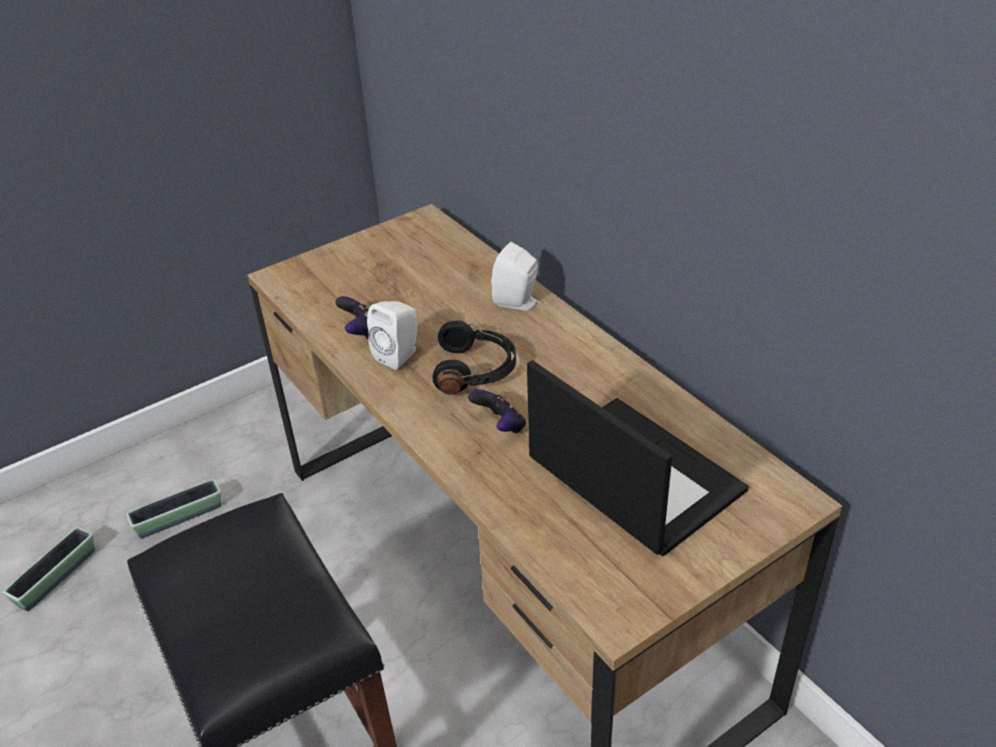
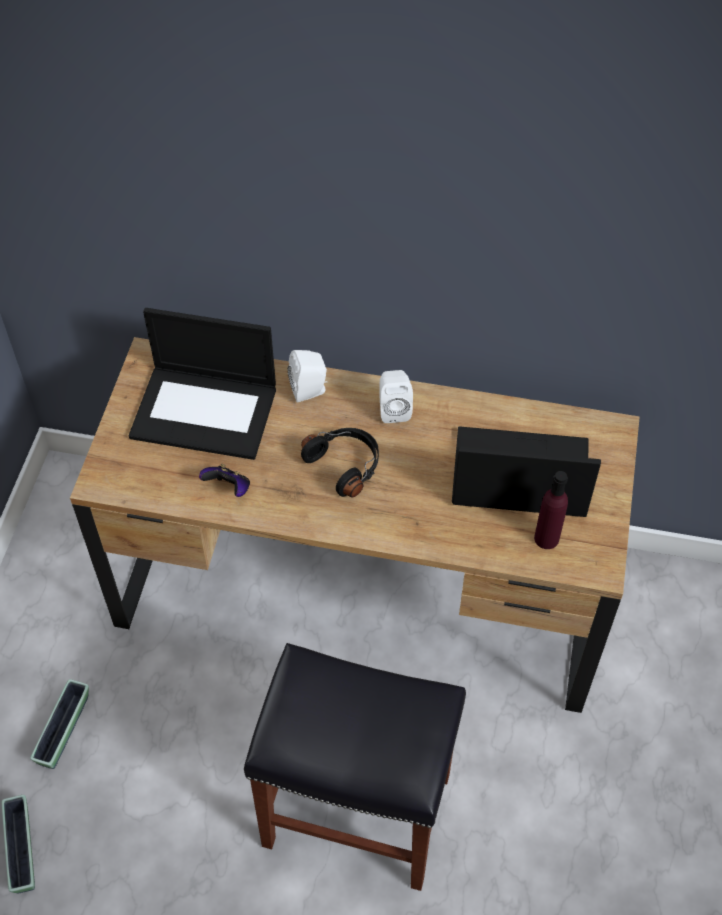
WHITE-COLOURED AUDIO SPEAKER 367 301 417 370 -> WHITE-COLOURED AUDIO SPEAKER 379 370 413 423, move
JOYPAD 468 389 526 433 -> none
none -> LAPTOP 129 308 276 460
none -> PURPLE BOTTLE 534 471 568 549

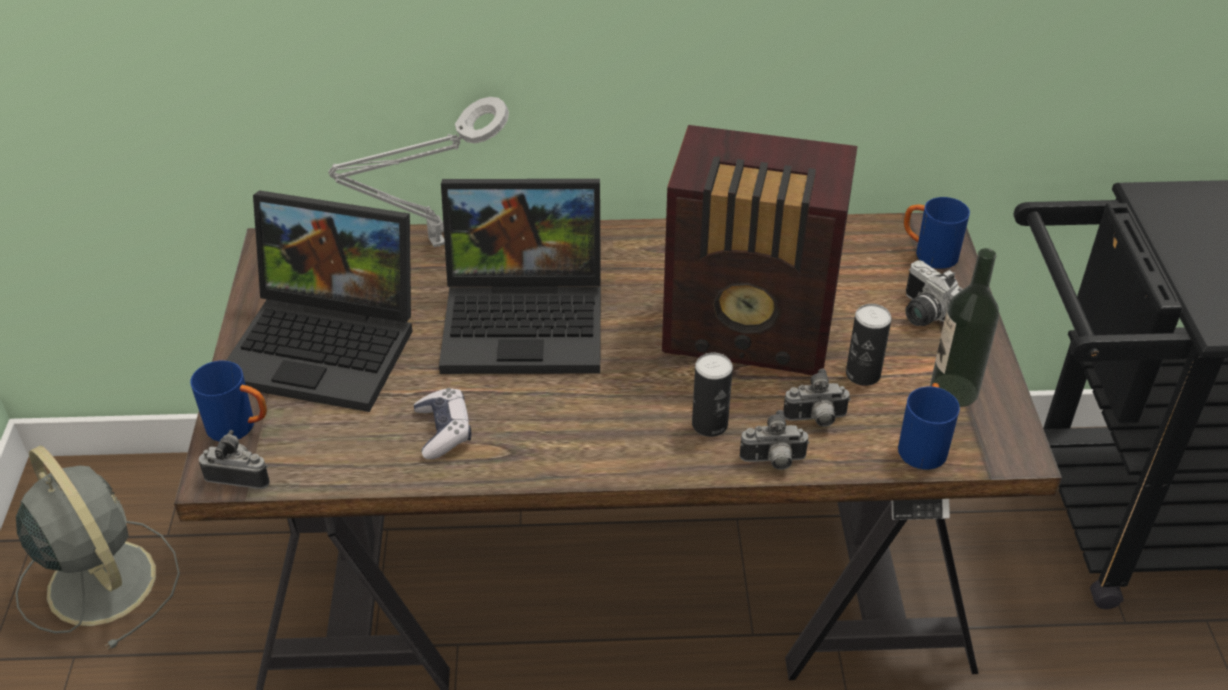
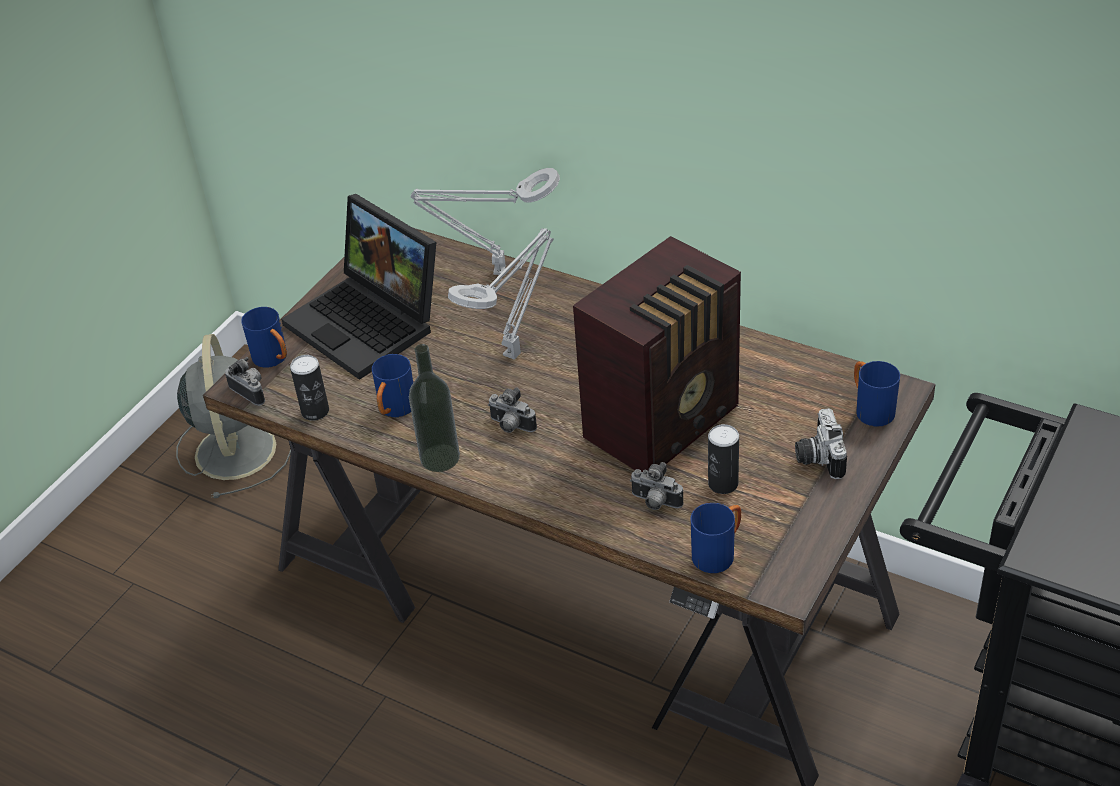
RADIO 662 125 858 376 -> RADIO 573 236 741 472, 90 degrees counterclockwise
LAPTOP 439 179 601 374 -> GRAY TABLETOP LAMP 448 228 554 360
BOTTLE 930 248 999 407 -> BOTTLE 409 344 460 472, move
SEALED CAN 692 352 733 437 -> SEALED CAN 290 355 329 421, move
JOYPAD 414 388 472 459 -> BLUISH COFFEE MUG 372 354 413 417
STILL CAMERA 740 410 809 470 -> STILL CAMERA 488 387 537 433, move

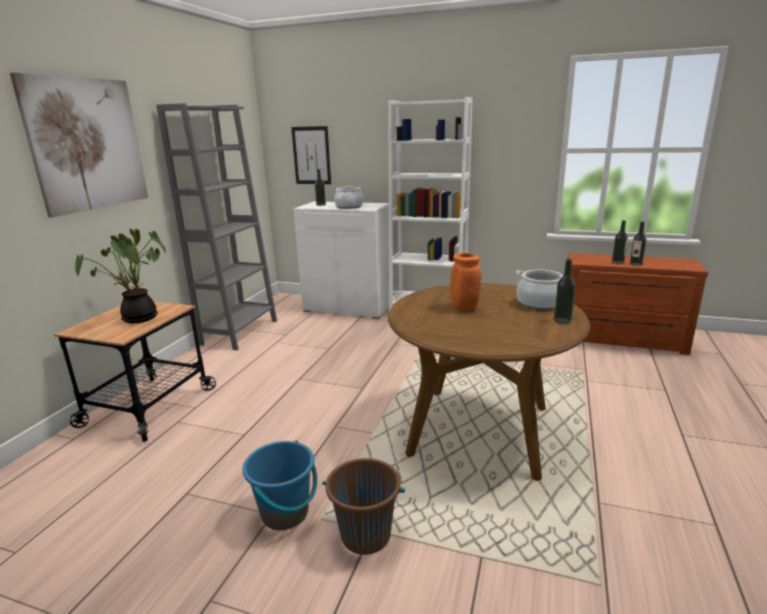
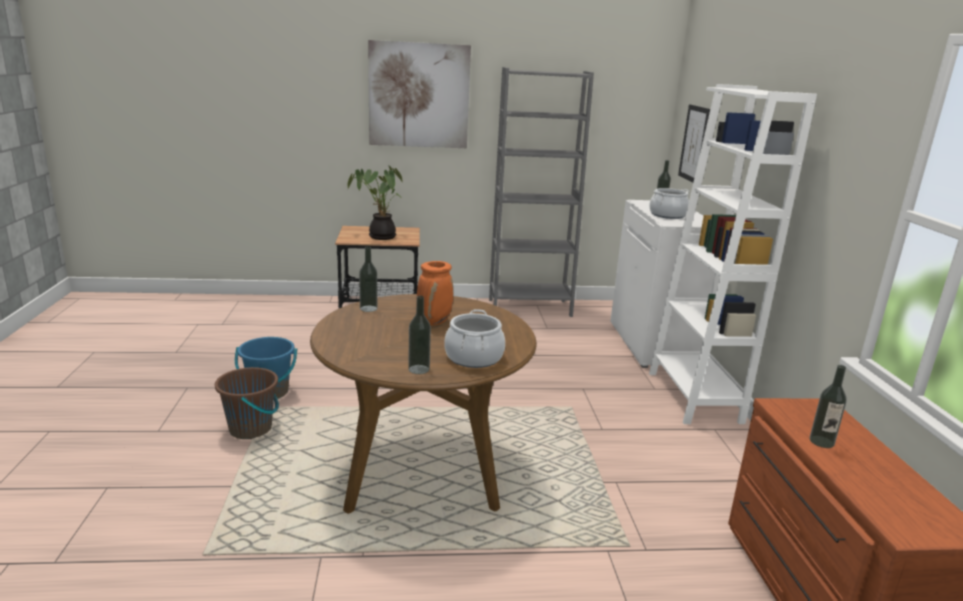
BOTTLE 630 222 647 266 -> BOTTLE 359 246 378 312, move

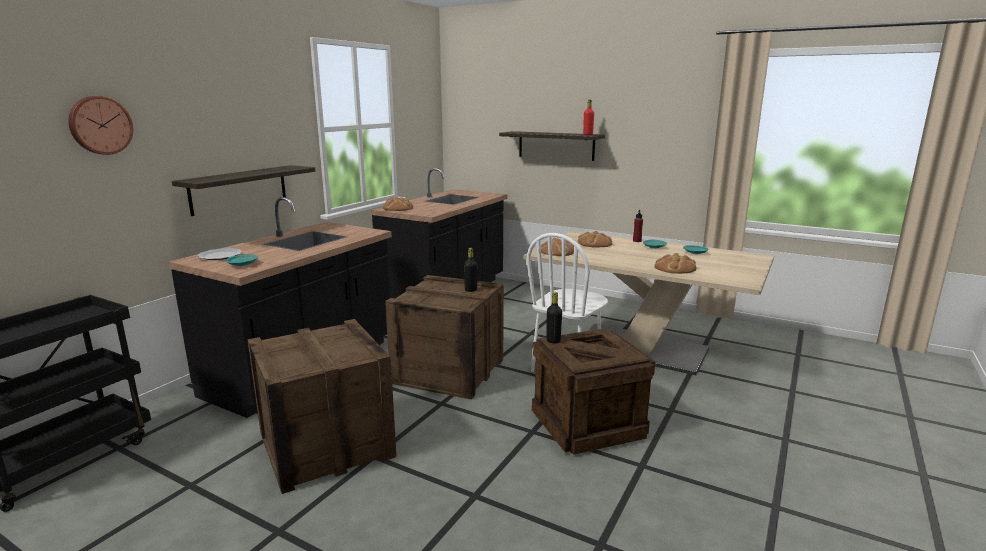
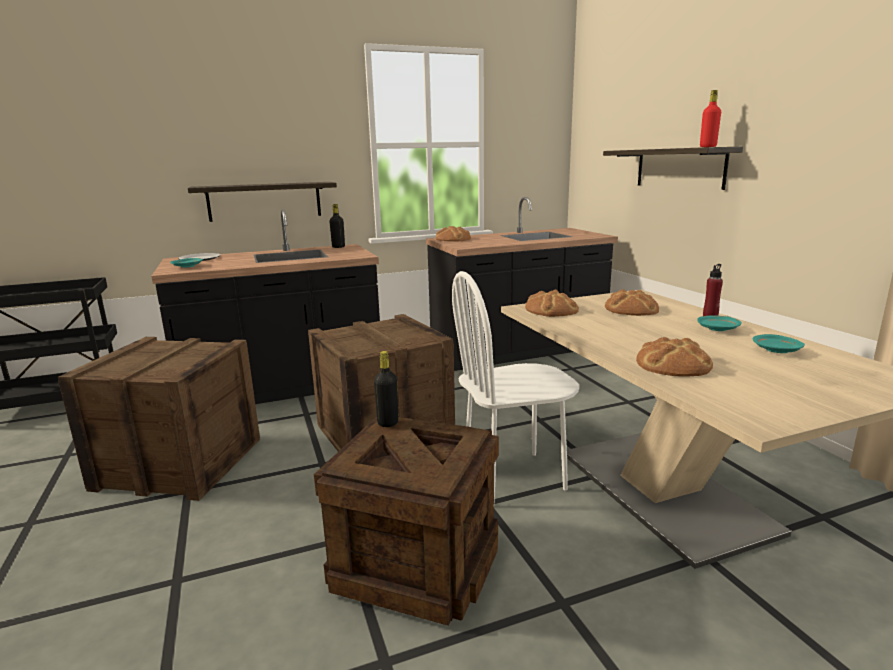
CLOCK ON THE WALL 68 96 133 155 -> none
BLACK BOTTLE 464 248 477 292 -> BLACK BOTTLE 329 204 345 248, move

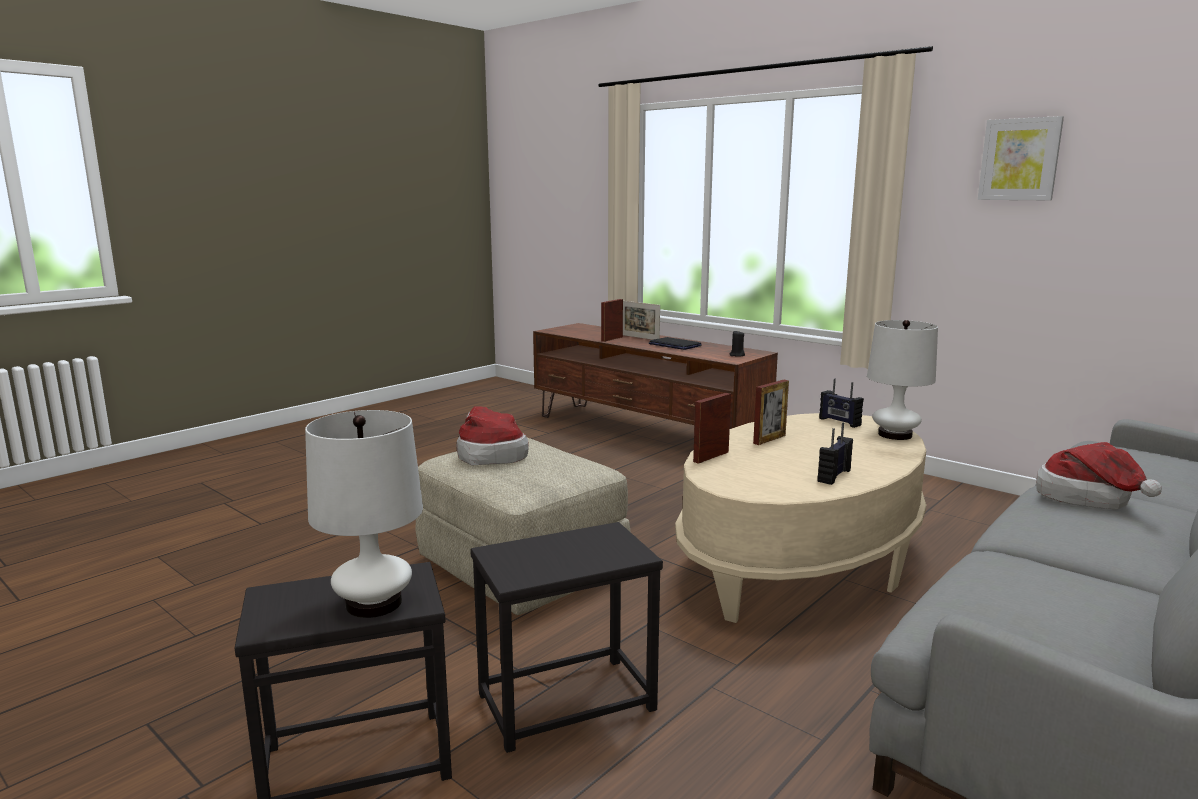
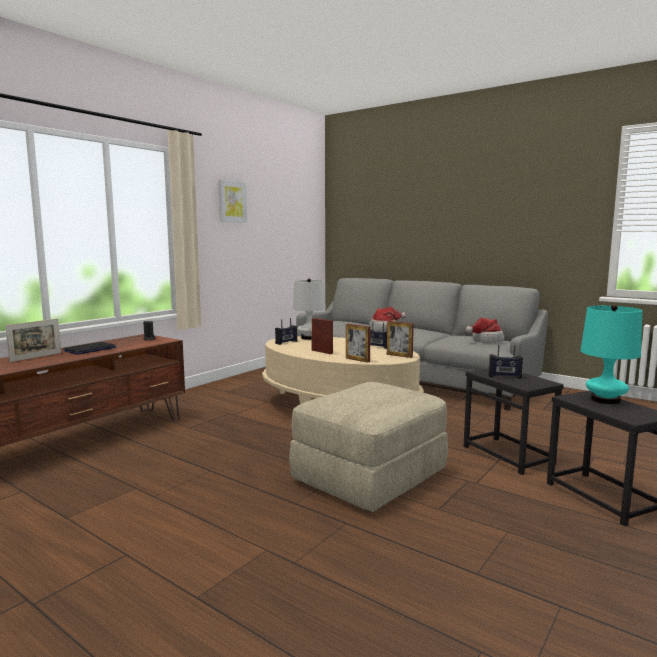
STANDING FRAME 601 299 623 342 -> STANDING FRAME 387 321 414 358, move
WEARABLE HAT 457 406 529 465 -> WEARABLE HAT 465 318 504 343, move
WHITE-COLOURED TABLETOP LAMP 305 410 423 618 -> BLUE-GREEN TABLETOP LAMP 581 305 642 404
none -> RADIO 488 345 523 378

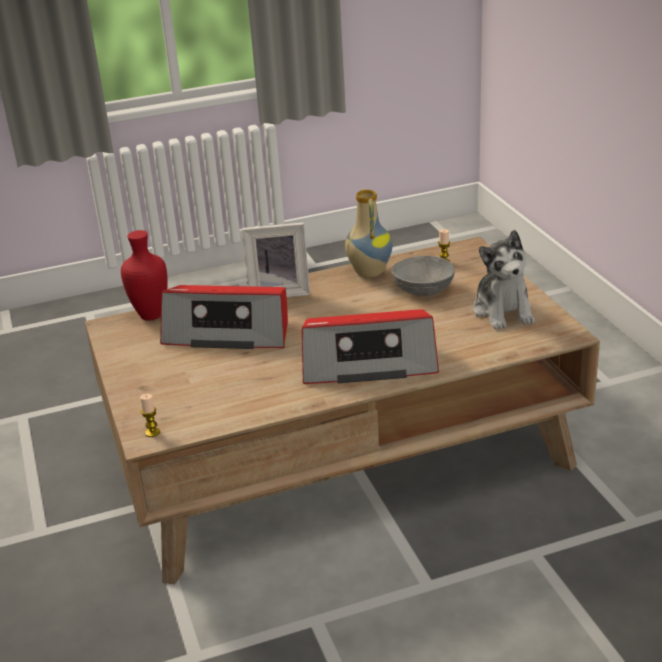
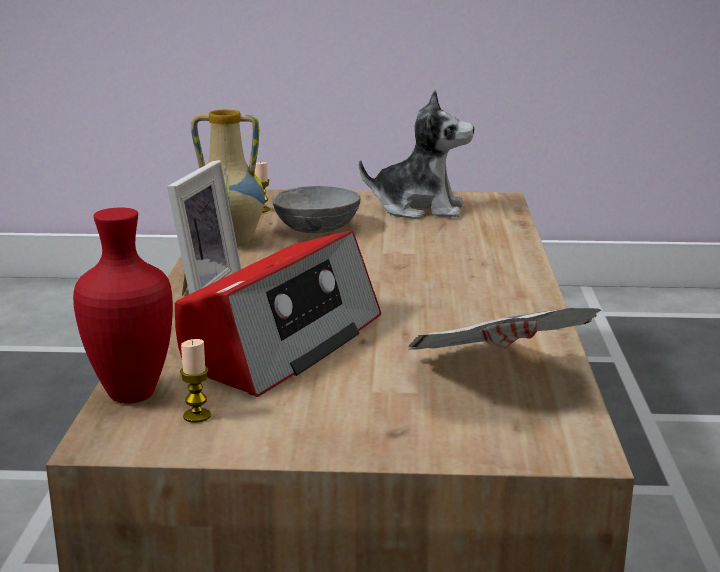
RADIO 302 309 439 384 -> none
CANDLE 140 394 160 437 -> CANDLE 180 339 211 423, move
none -> NEWSPAPER 409 308 602 350

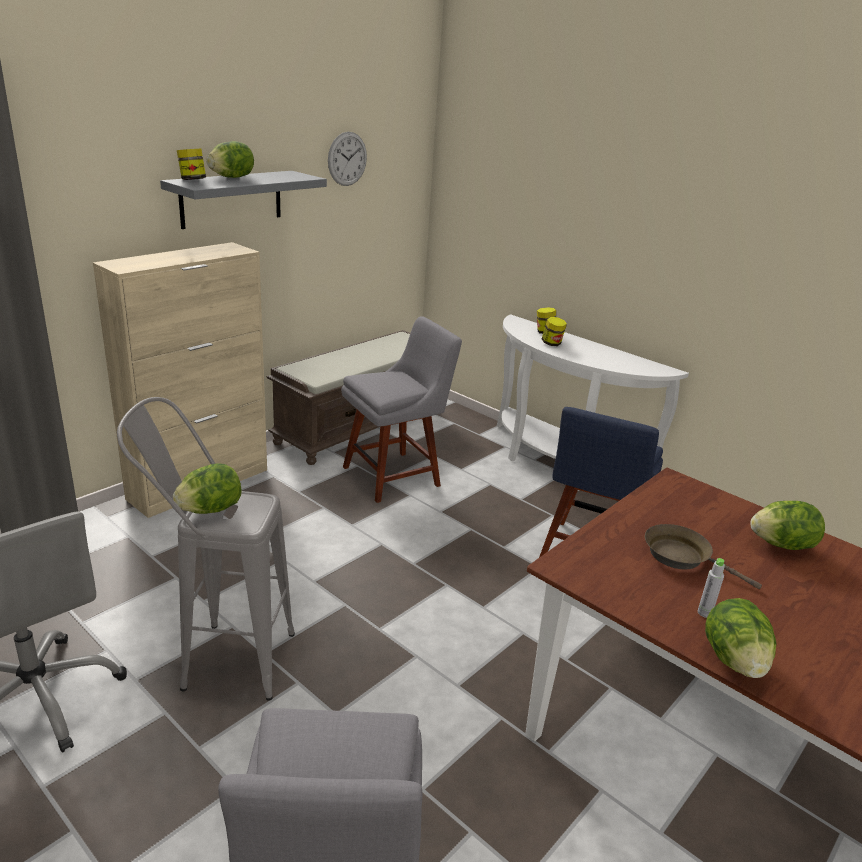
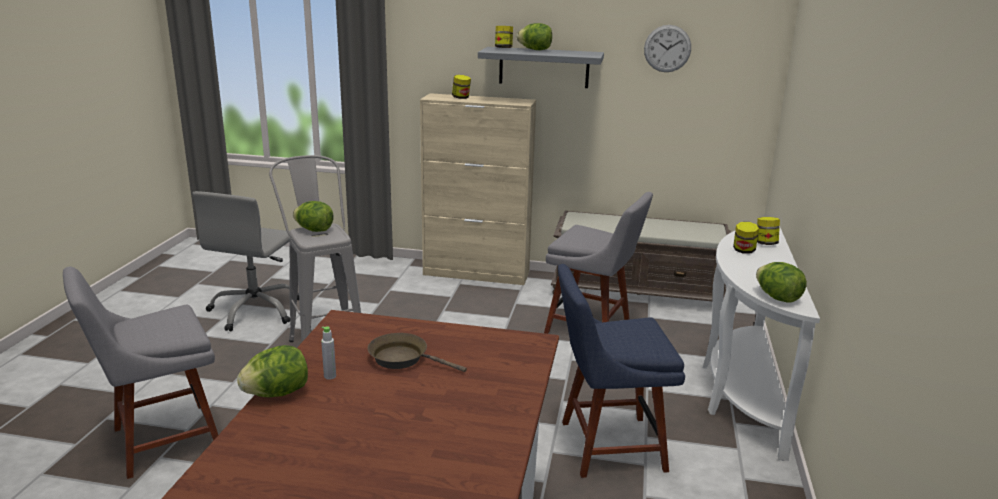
LETTUCE 750 501 825 550 -> LETTUCE 756 262 807 303, move
BROWN-COLOURED FRYING PAN 645 524 762 589 -> BROWN-COLOURED FRYING PAN 368 333 467 372, 75 degrees counterclockwise
none -> PRESERVE JAR 452 75 471 99

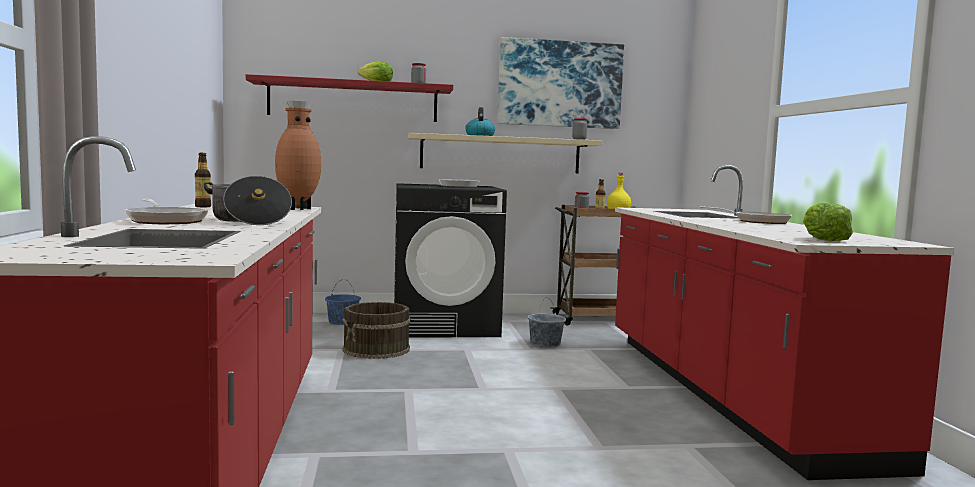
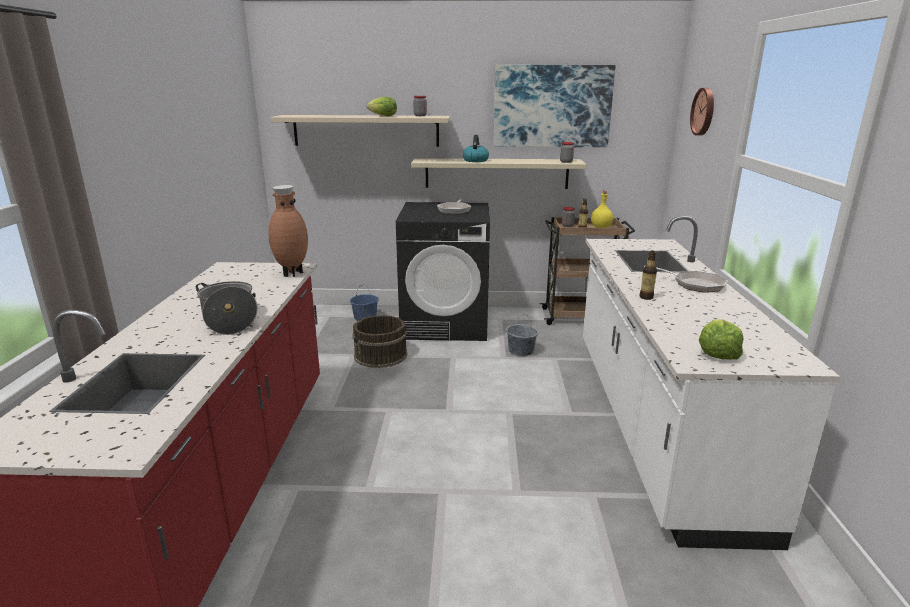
REDDISH BRACKET SHELF 246 74 453 122 -> SAND-COLOURED BRACKET SHELF 271 115 450 147
BOTTLE 195 153 211 207 -> BOTTLE 640 251 657 300, move
REDDISH KITCHEN BASE UNIT 615 165 954 480 -> WHITE-COLOURED KITCHEN BASE UNIT 583 216 840 550
FRYING PAN 125 199 208 225 -> none
none -> CLOCK ON THE WALL 690 88 714 135

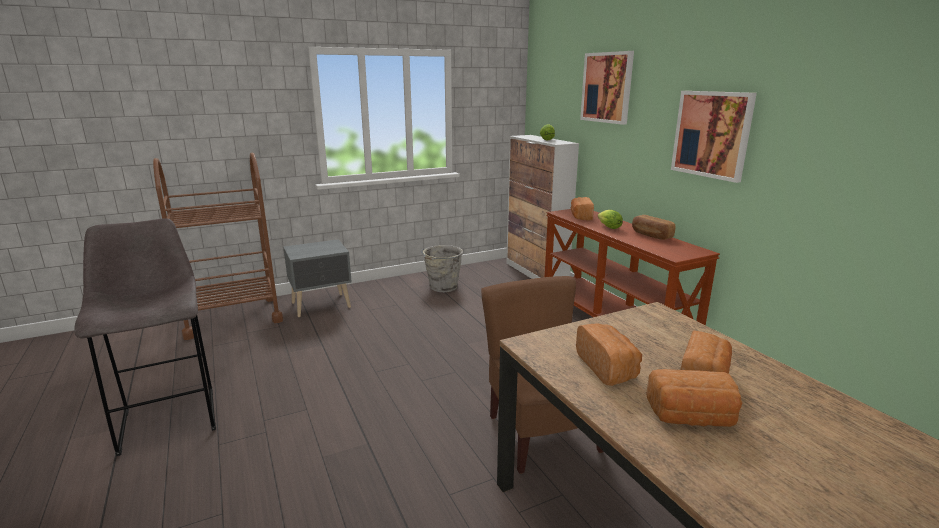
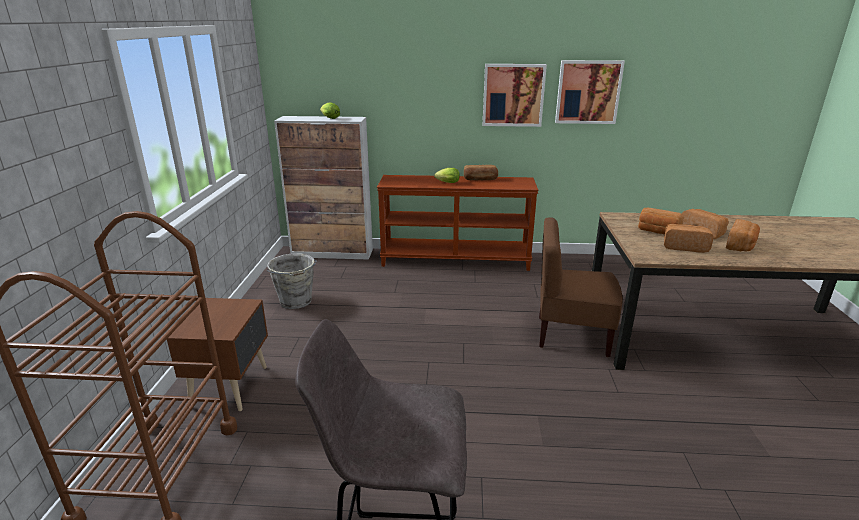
WALL PICTURE 580 51 634 125 -> WALL PICTURE 555 60 625 124, move
BAKERY BREAD 571 197 594 221 -> BAKERY BREAD 638 208 684 235, move
GRAY NIGHT TABLE 283 239 352 317 -> BROWN-COLOURED NIGHT TABLE 167 298 268 411

